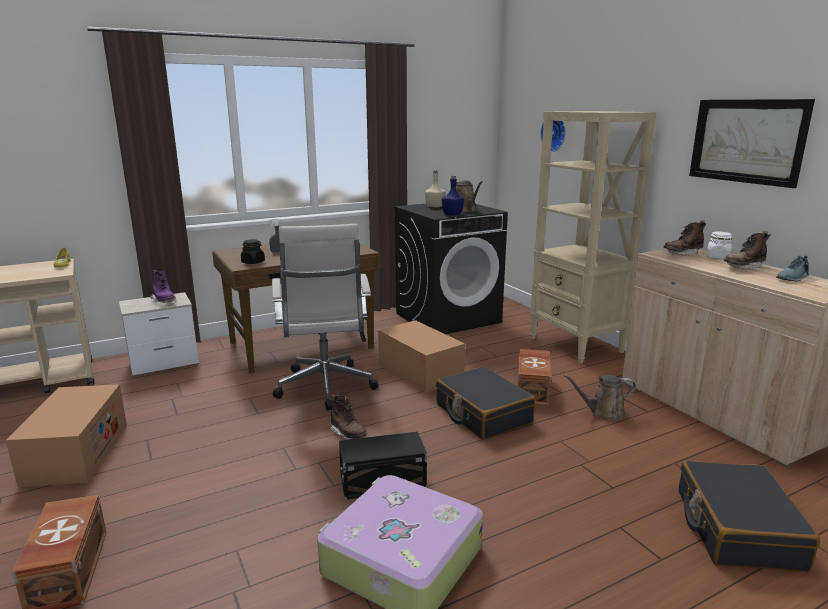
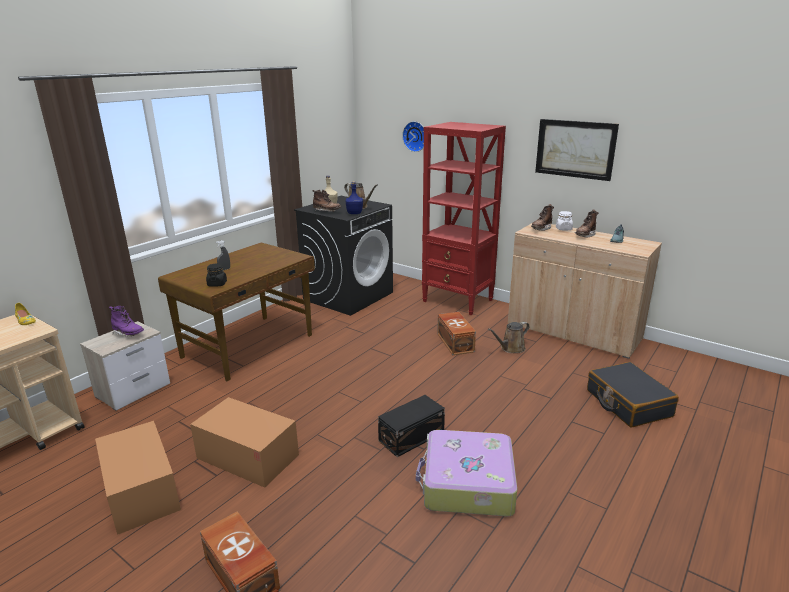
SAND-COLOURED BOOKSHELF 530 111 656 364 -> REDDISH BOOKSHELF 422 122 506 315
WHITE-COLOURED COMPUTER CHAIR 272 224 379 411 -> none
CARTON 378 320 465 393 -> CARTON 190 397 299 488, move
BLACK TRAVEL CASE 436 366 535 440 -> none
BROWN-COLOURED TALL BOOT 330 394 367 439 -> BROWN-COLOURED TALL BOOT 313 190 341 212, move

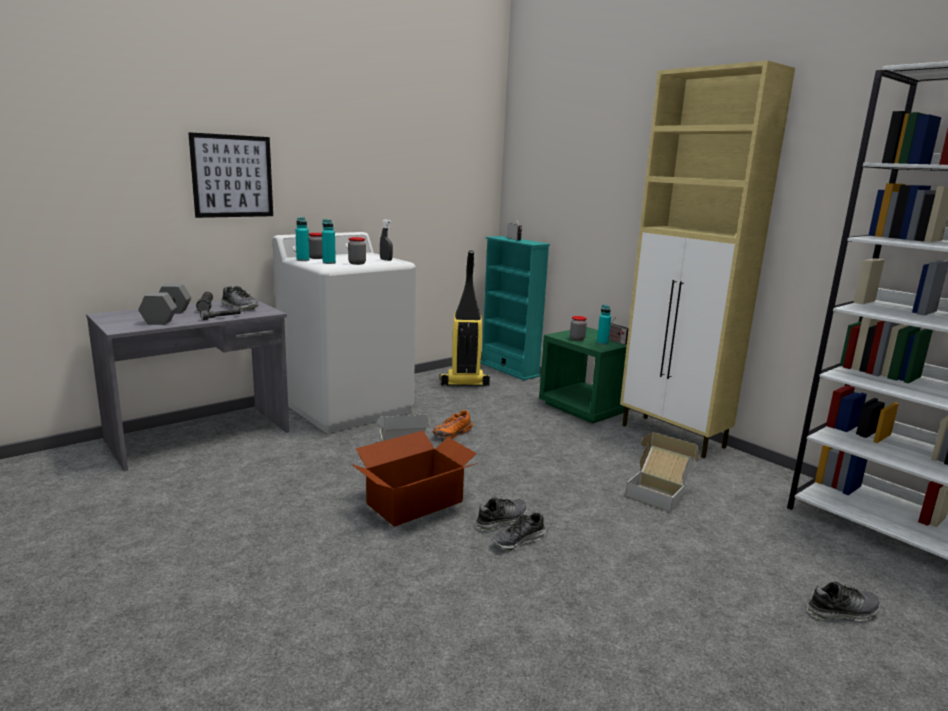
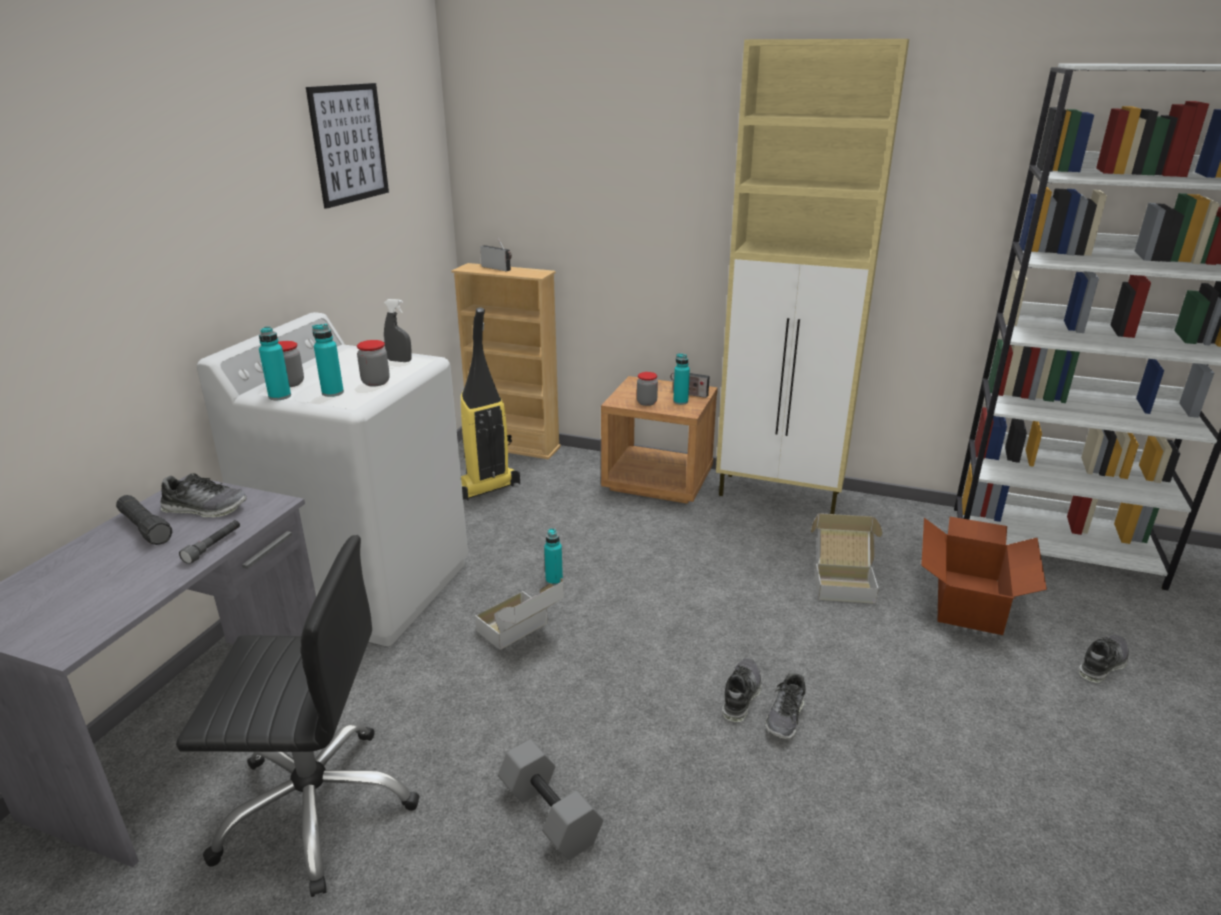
WALL PICTURE 188 132 273 218 -> WALL PICTURE 306 83 389 209, move
BLUE-GREEN BOOKSHELF 481 236 550 380 -> SAND-COLOURED BOOKSHELF 451 263 561 460
GRAY FREE WEIGHT 138 283 191 325 -> GRAY FREE WEIGHT 498 739 603 860, move
GREEN NIGHT TABLE 539 327 631 423 -> BROWN-COLOURED NIGHT TABLE 601 376 718 504
ORANGE LOW SHOE 433 410 473 439 -> BLUE-GREEN BOTTLE 544 528 563 585
CARTON 351 431 478 527 -> CARTON 921 517 1047 635, move
none -> BLACK COMPUTER CHAIR 176 535 419 897

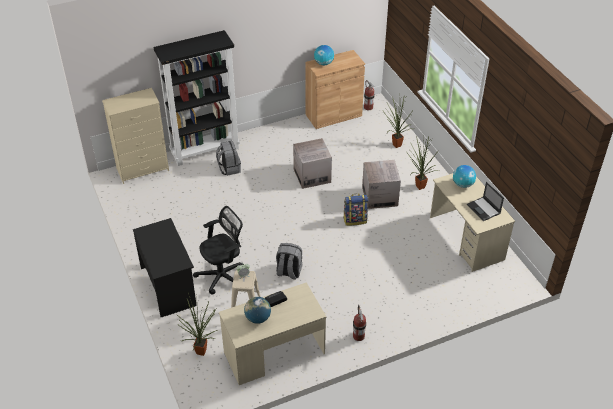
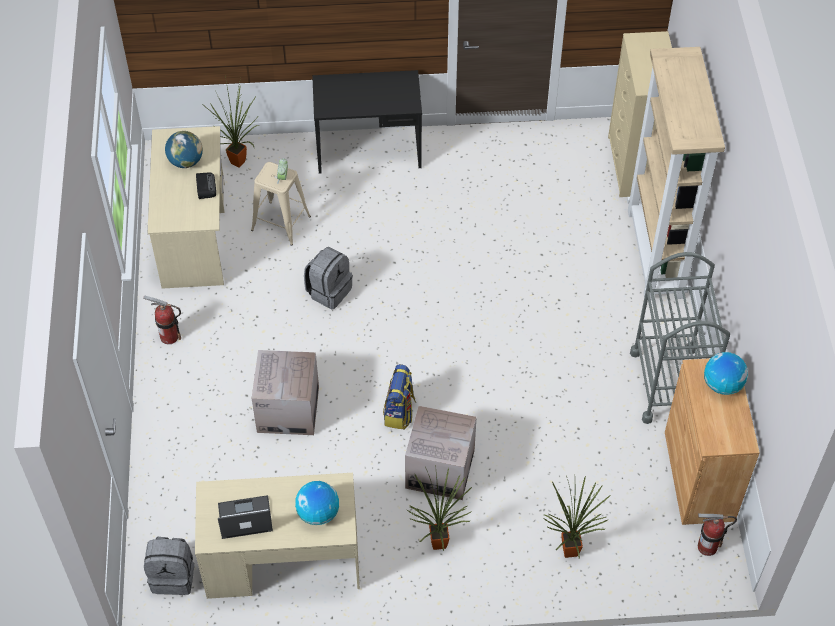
BLACK BOOKSHELF 153 30 240 166 -> SAND-COLOURED BOOKSHELF 627 47 725 300
CARTON 293 138 332 189 -> CARTON 252 350 319 435, move
GRAY KNAPSACK 216 141 241 176 -> GRAY KNAPSACK 144 537 194 595, move
BLACK COMPUTER CHAIR 193 206 244 295 -> none
none -> GRAY CART 630 252 730 424

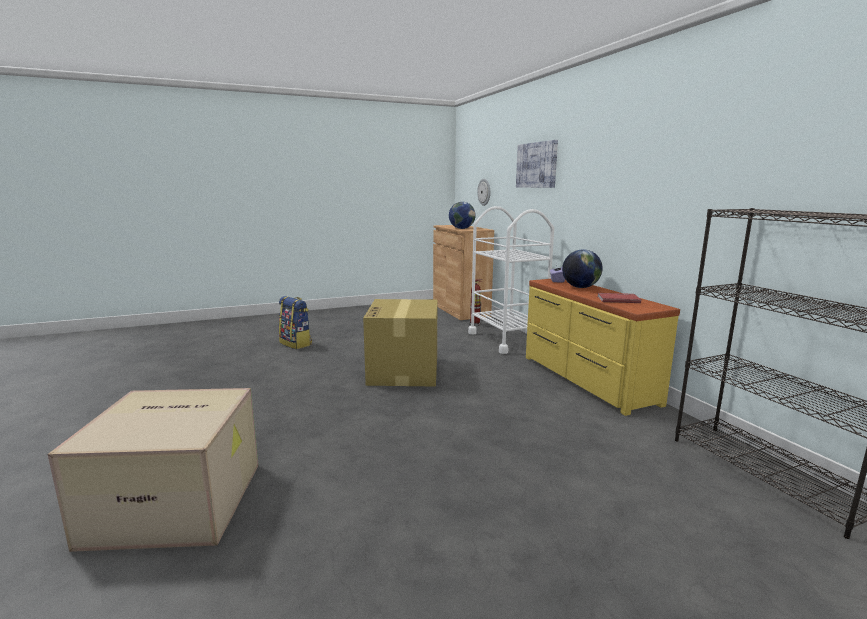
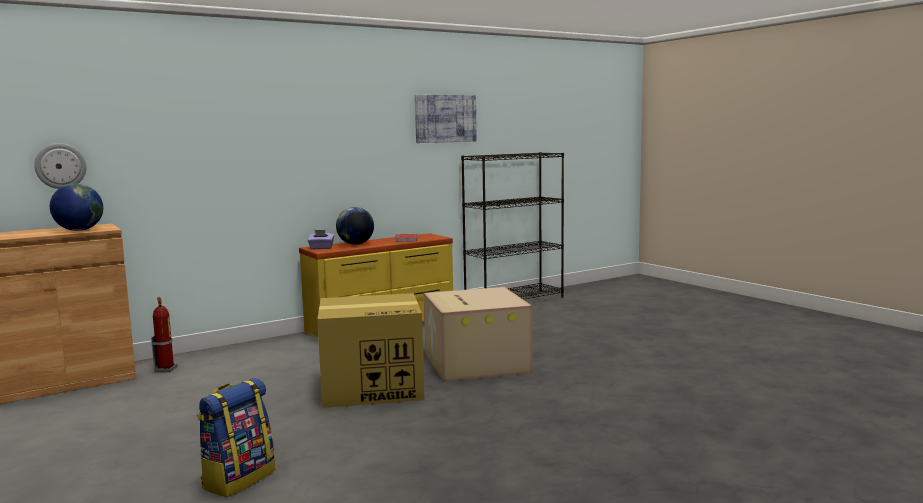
WALL PICTURE 516 140 558 188 -> WALL PICTURE 415 95 477 143, move
WHITE-COLOURED CART 468 206 554 354 -> none
CARTON 47 388 259 552 -> CARTON 424 287 532 382, move

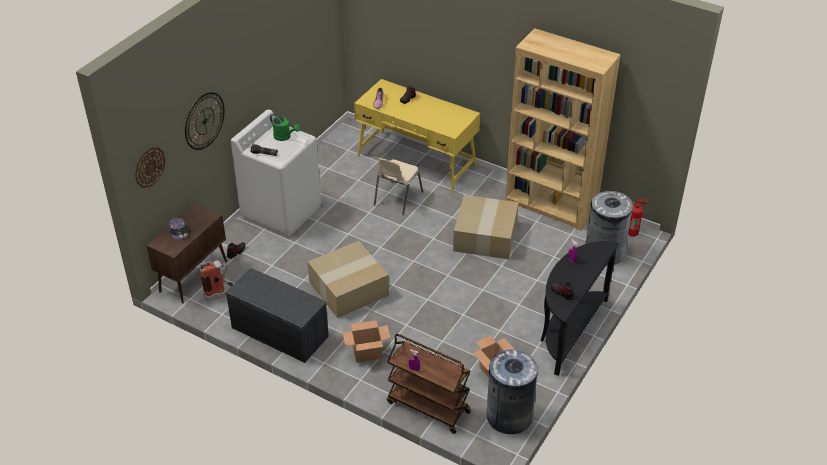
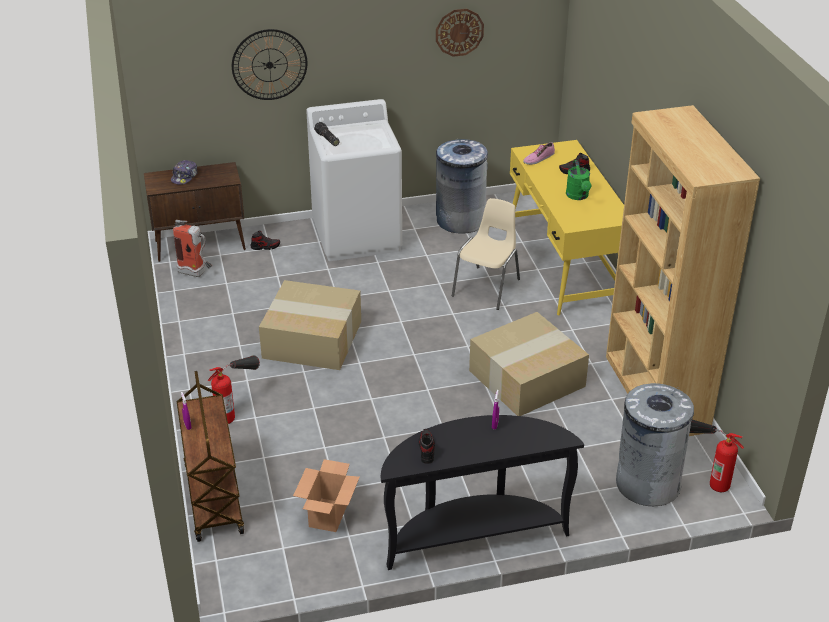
GREEN SPRINKLING CAN 270 114 300 141 -> GREEN SPRINKLING CAN 566 160 591 200, move
CLOCK ON THE WALL 135 147 165 188 -> CLOCK ON THE WALL 436 9 484 57, move
SAND-COLOURED UPRIGHT CHAIR 374 158 423 215 -> SAND-COLOURED UPRIGHT CHAIR 452 198 520 310, 135 degrees clockwise
GRAY BENCH 226 268 329 363 -> none
CARTON 343 320 391 363 -> FIRE EXTINGUISHER 208 355 260 424
GRAY TRASH CAN 486 349 538 434 -> GRAY TRASH CAN 436 139 488 234, move

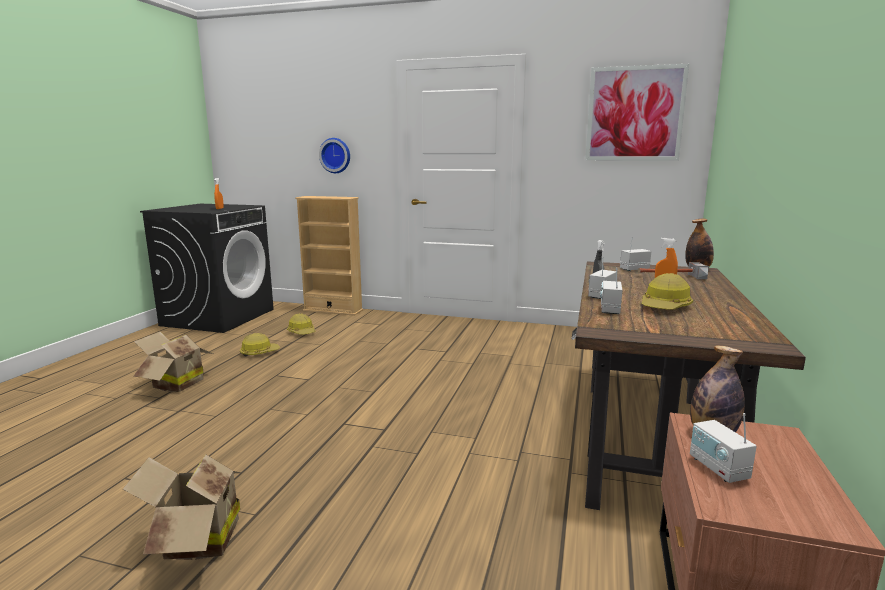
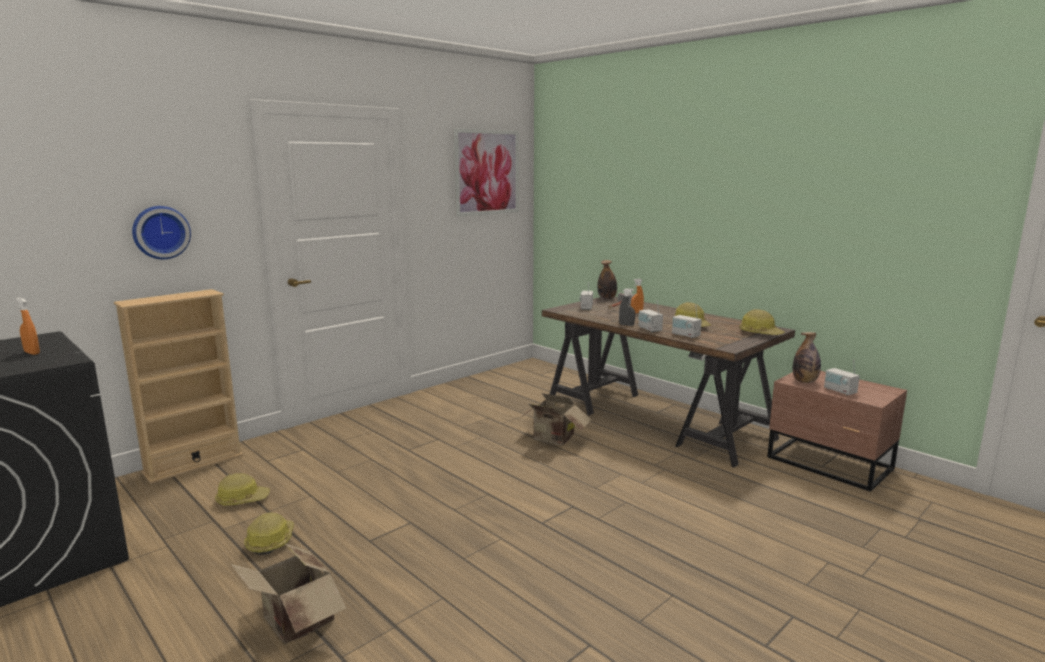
RADIO 690 413 757 483 -> RADIO 824 360 860 396, 45 degrees clockwise
CARTON 123 454 242 560 -> CARTON 519 393 592 446, move
none -> SAFETY HELMET 739 309 785 335

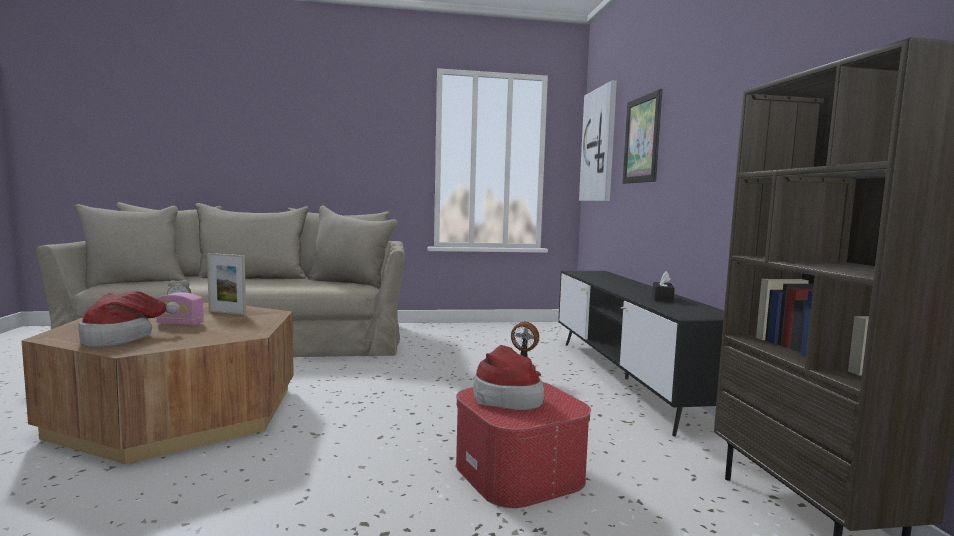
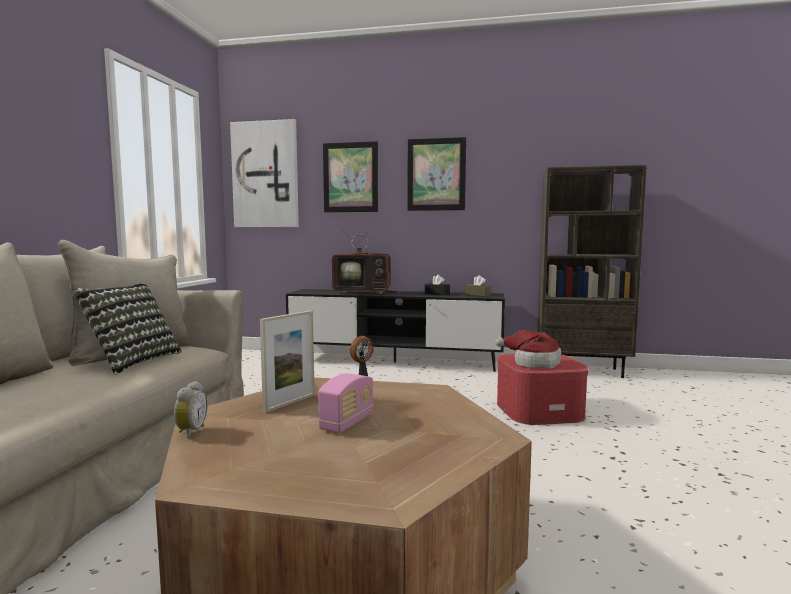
WEARABLE HAT 78 291 180 347 -> none
none -> WALL PICTURE 407 137 466 211
none -> TV SET 332 220 401 294
none -> BROWN-COLOURED TISSUE HOLDER 465 275 492 296
none -> THROW PILLOW 73 284 182 375

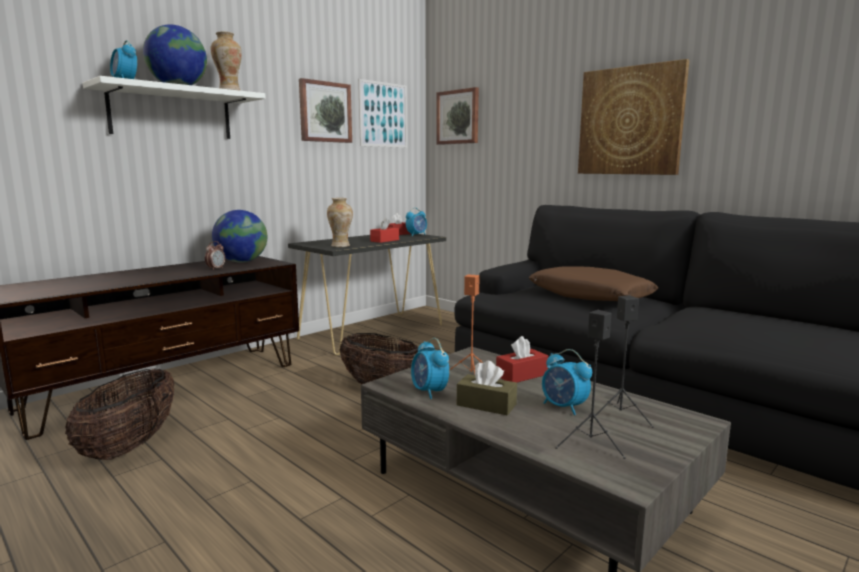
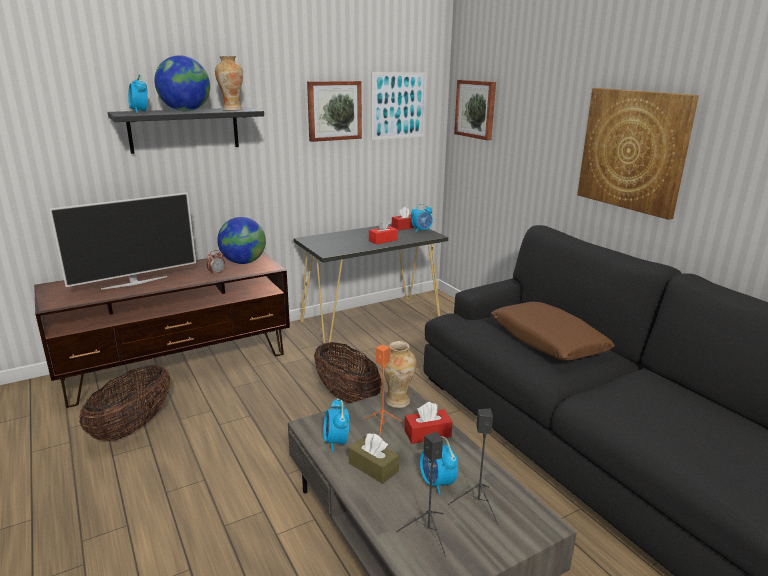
WHITE-COLOURED BRACKET SHELF 83 76 266 139 -> BLACK BRACKET SHELF 107 107 264 154
VASE 327 198 353 247 -> VASE 384 341 417 408, move
none -> TV SET 49 193 196 290

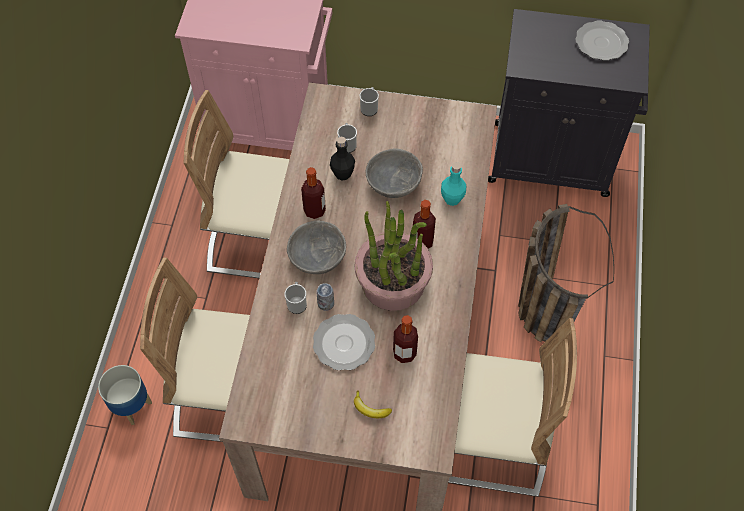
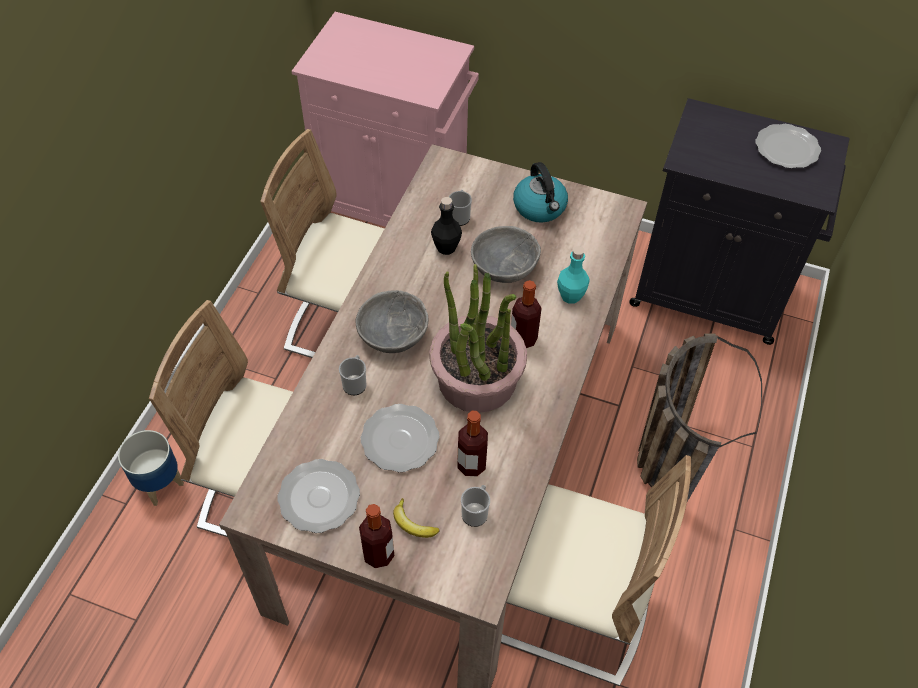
COFFEE MUG 360 87 379 116 -> COFFEE MUG 461 485 490 527, move
BOTTLE 301 167 326 219 -> BOTTLE 359 504 394 568, move
SEALED CAN 316 283 334 311 -> none
none -> KETTLE 513 162 568 223
none -> FLAT DISH 277 459 360 533

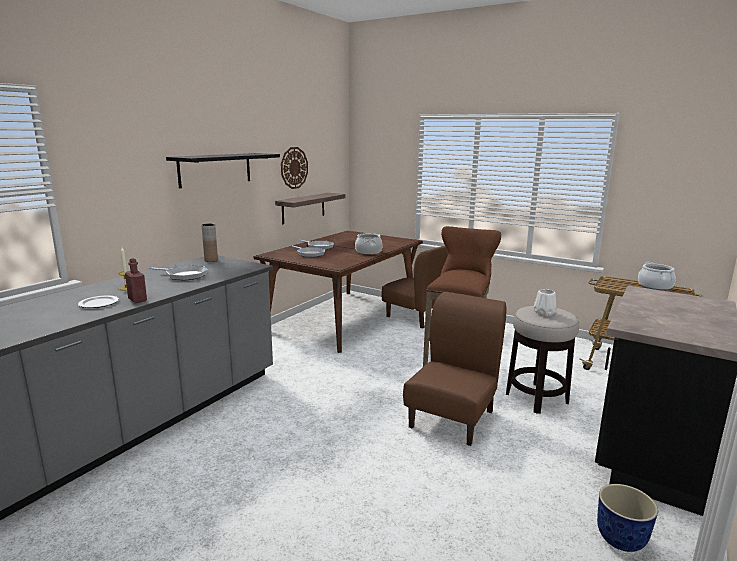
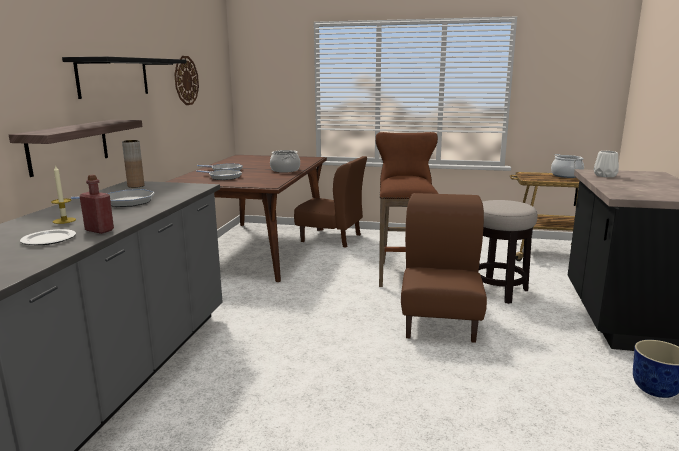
BRACKET SHELF 275 193 346 224 -> BRACKET SHELF 9 120 143 177, move
WHITE-COLOURED VASE 534 289 556 316 -> WHITE-COLOURED VASE 594 151 619 177, move

